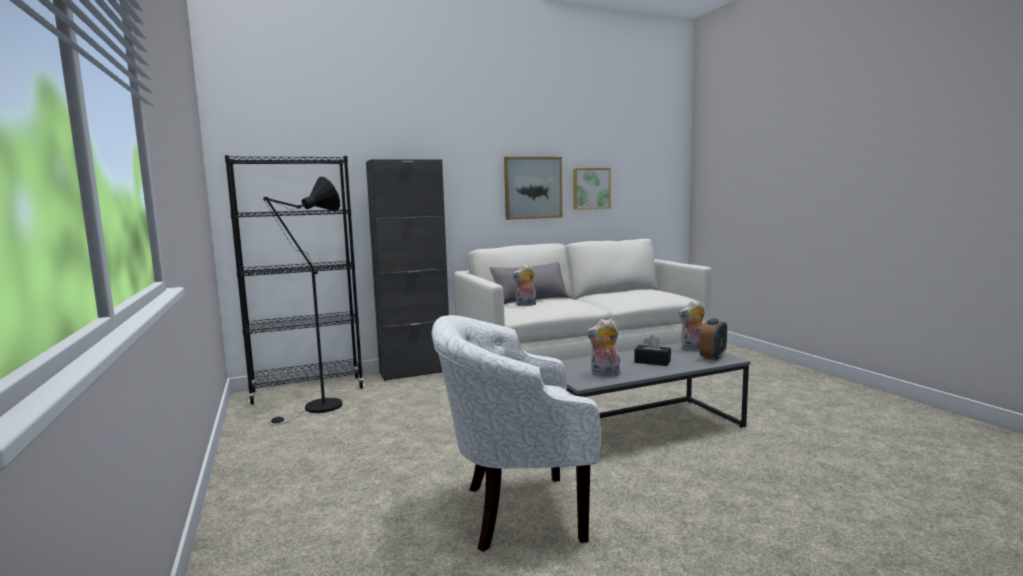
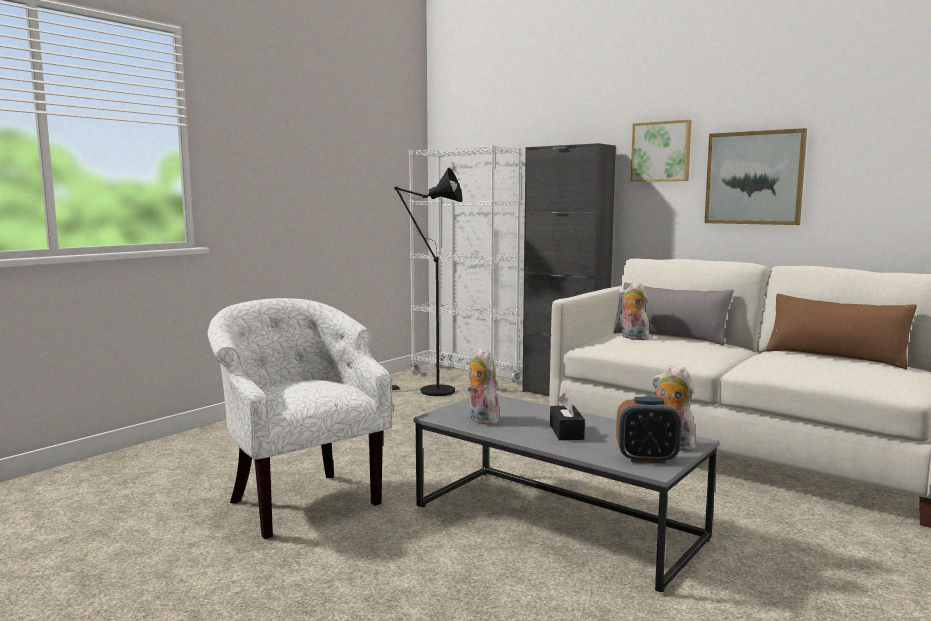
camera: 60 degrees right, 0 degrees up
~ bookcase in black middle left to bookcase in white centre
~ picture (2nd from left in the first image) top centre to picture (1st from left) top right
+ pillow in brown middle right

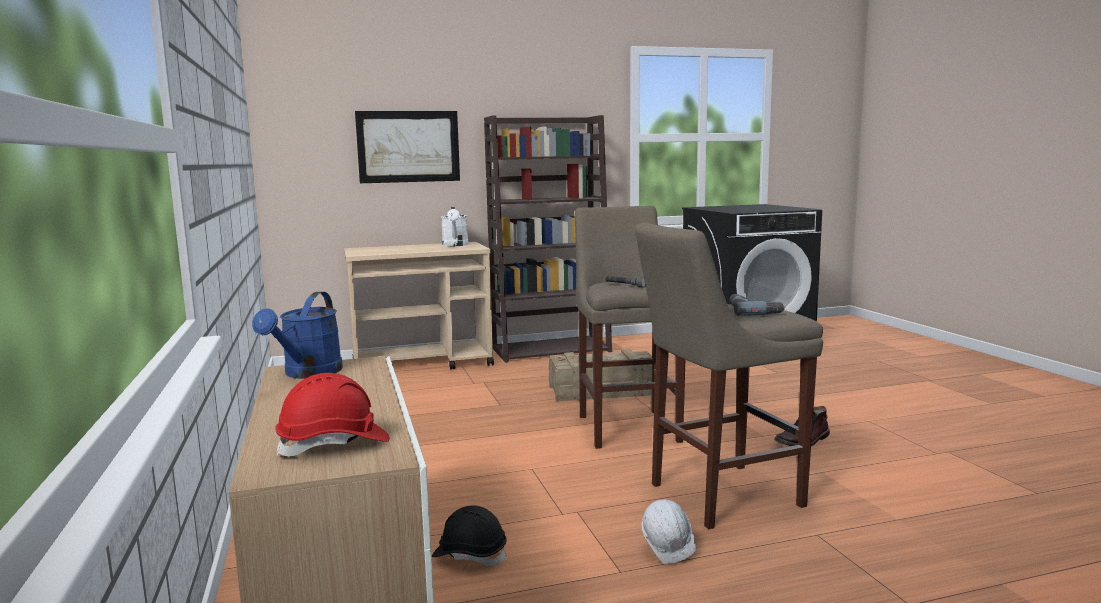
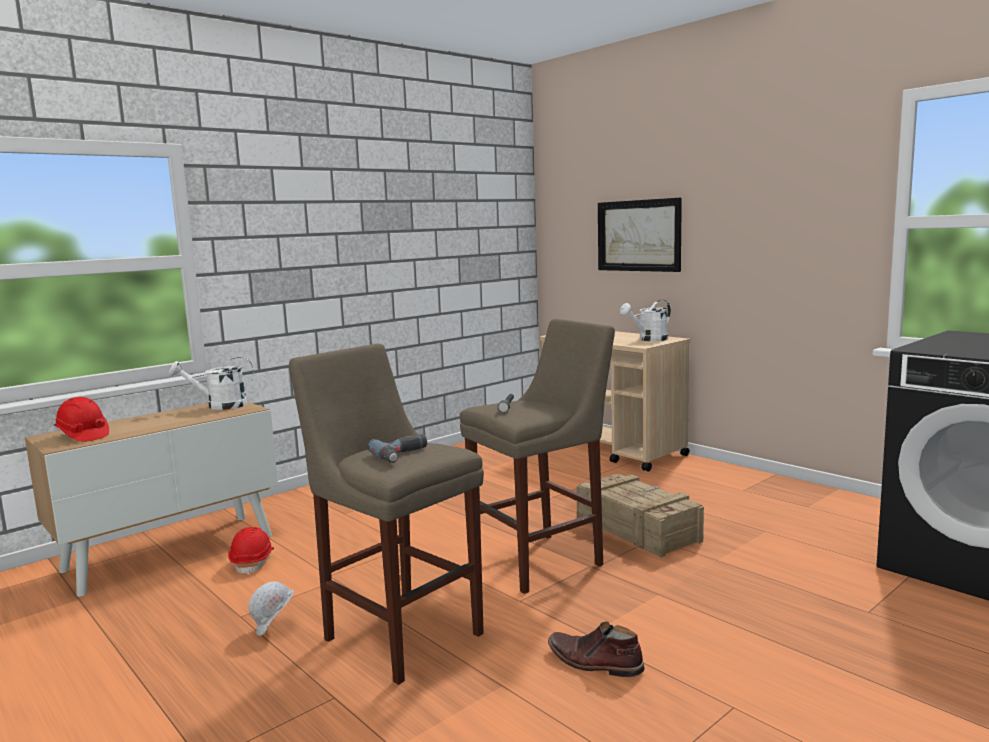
camera: 65 degrees right, 0 degrees up
~ watering can in blue middle left to watering can in white (1st from left) middle left
~ hard hat in black bottom centre to hard hat in red (2nd from left) bottom left
- bookcase in brown centre

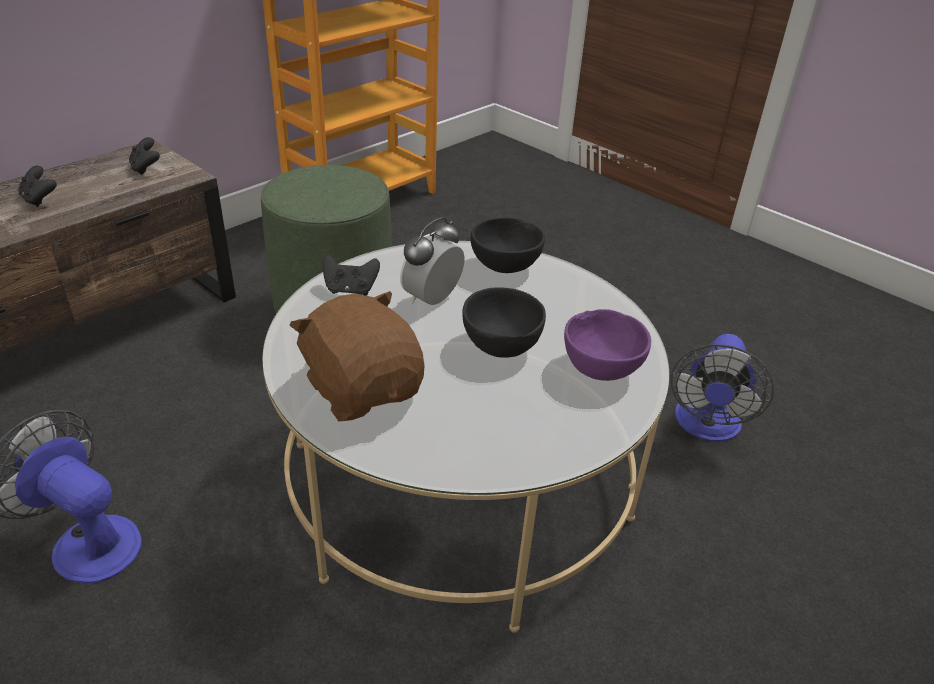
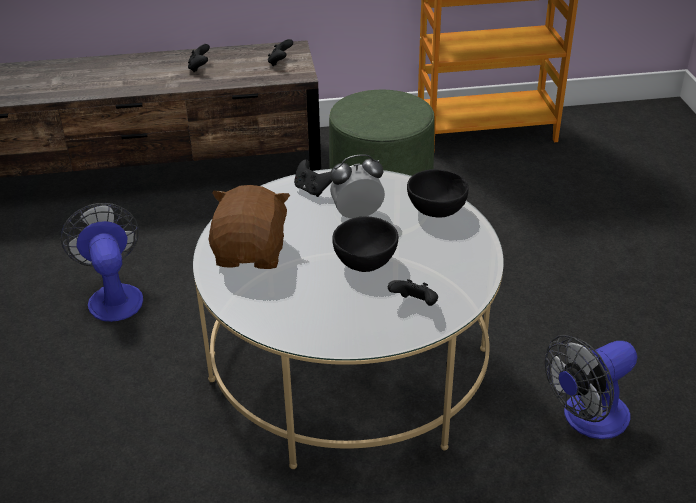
camera: 40 degrees right, 0 degrees up
~ bowl in purple centre to game controller in black (4th from left) centre

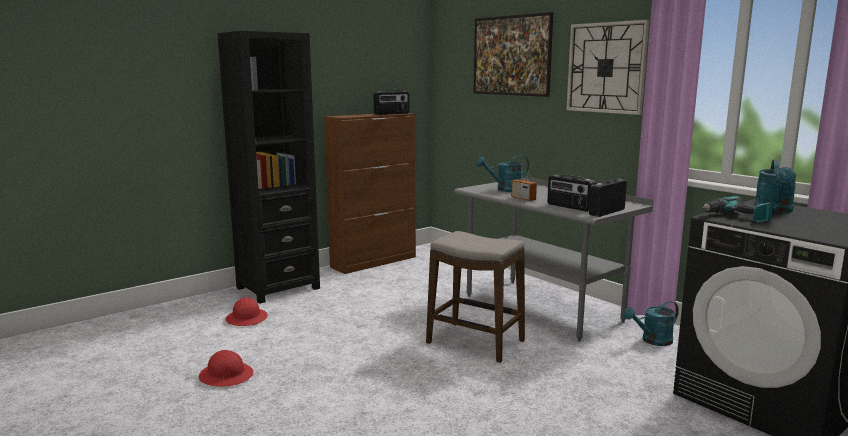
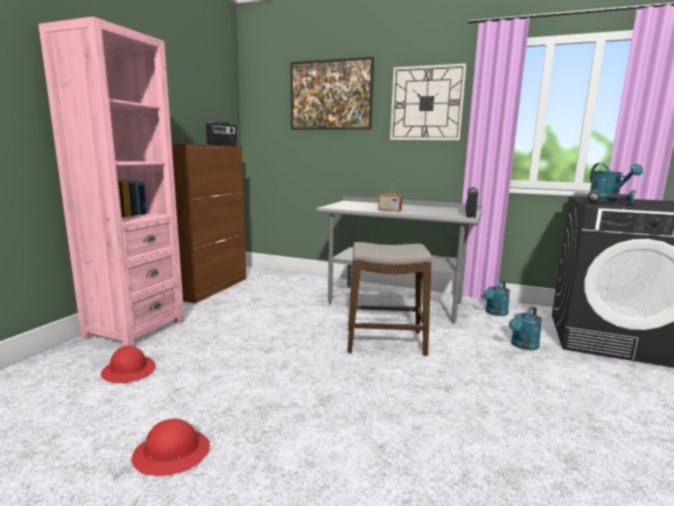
camera: 30 degrees left, 0 degrees up
~ bookcase in black middle left to bookcase in pink middle left
~ watering can in turquoise (1st from left in the first image) centre to watering can in turquoise (2nd from left) middle right
- radio (3rd from left) middle right

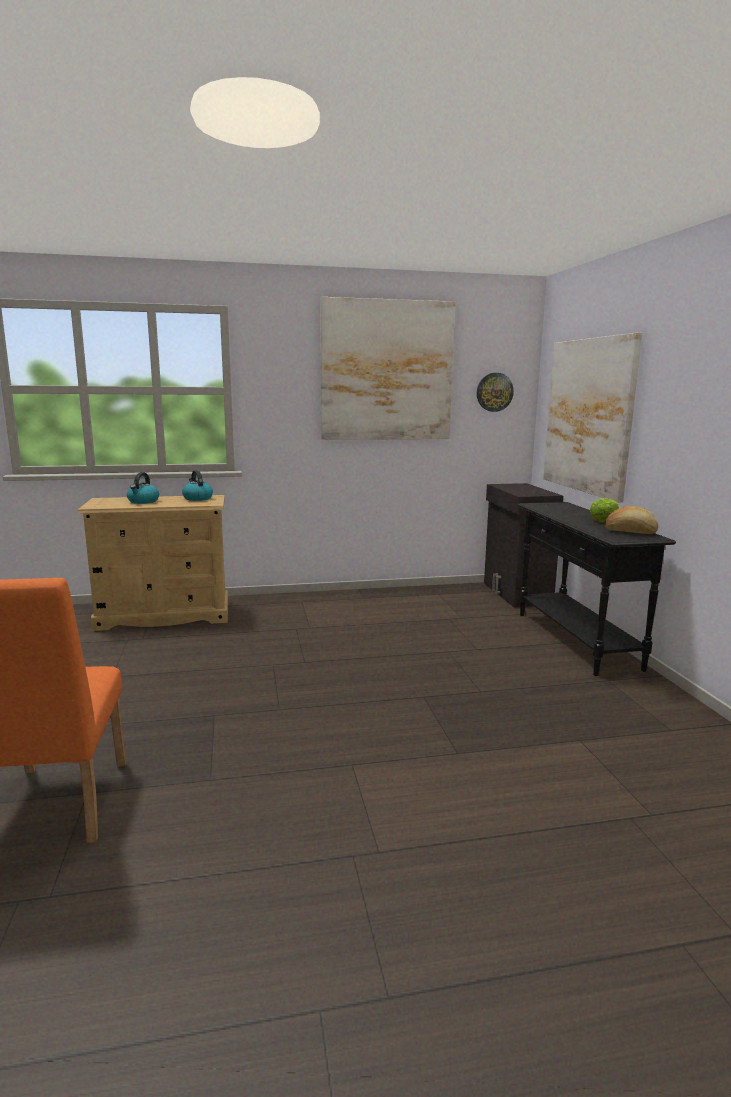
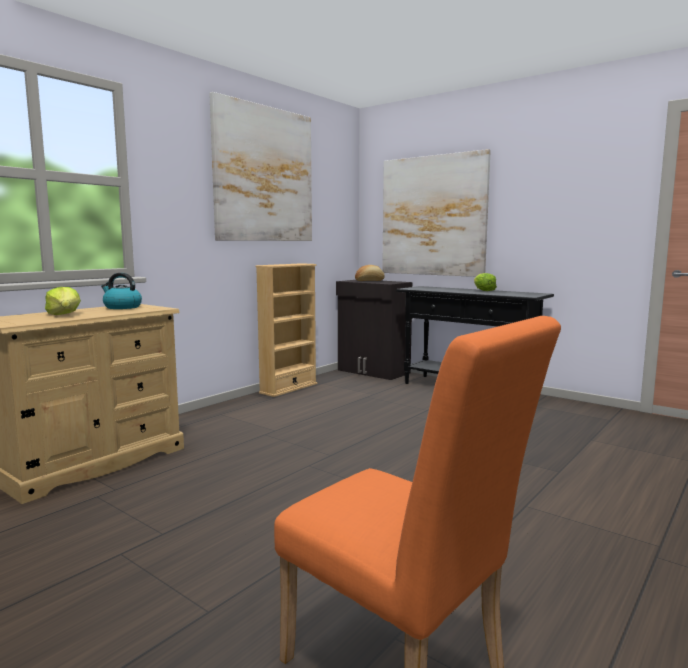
camera: 40 degrees left, 5 degrees down
~ kettle (1st from left) middle left to lettuce (1st from left) middle left
- wall clock middle right
~ bread middle right to centre
+ bookcase in beige centre

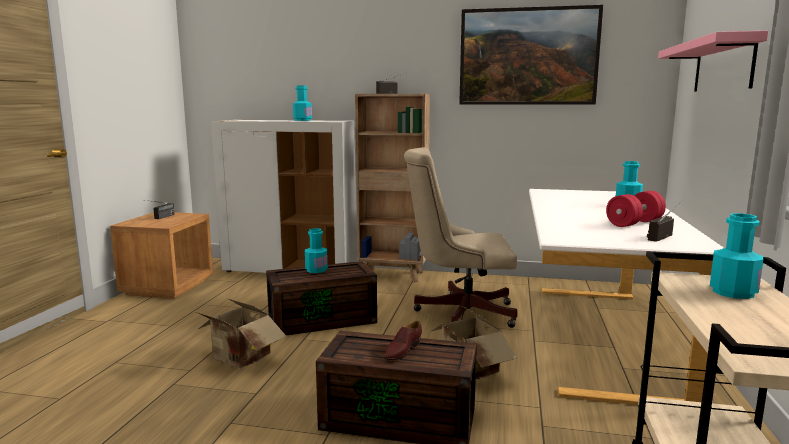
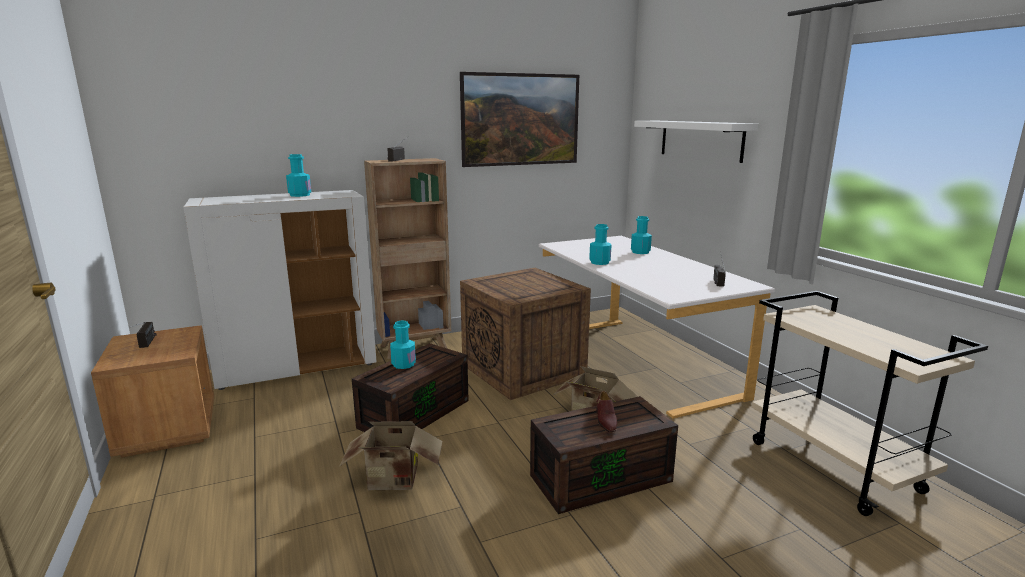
camera: 35 degrees left, 5 degrees up
~ office chair in beige centre to crate centre
- dumbbell in red middle right
~ shelf in pink top right to shelf in white top right
~ bottle in turquoise (4th from left in the first image) middle right to bottle in turquoise (3rd from left) centre

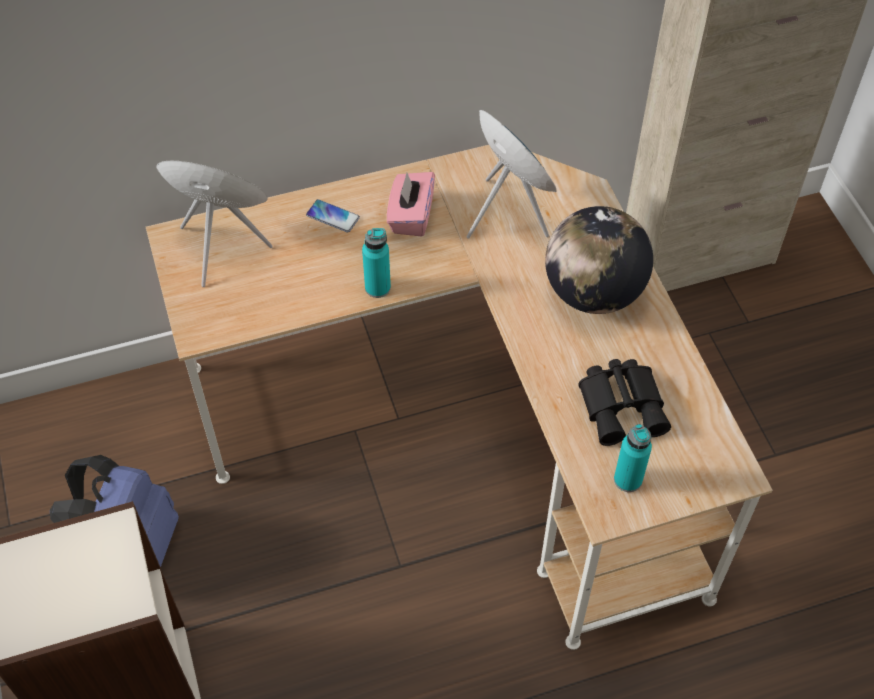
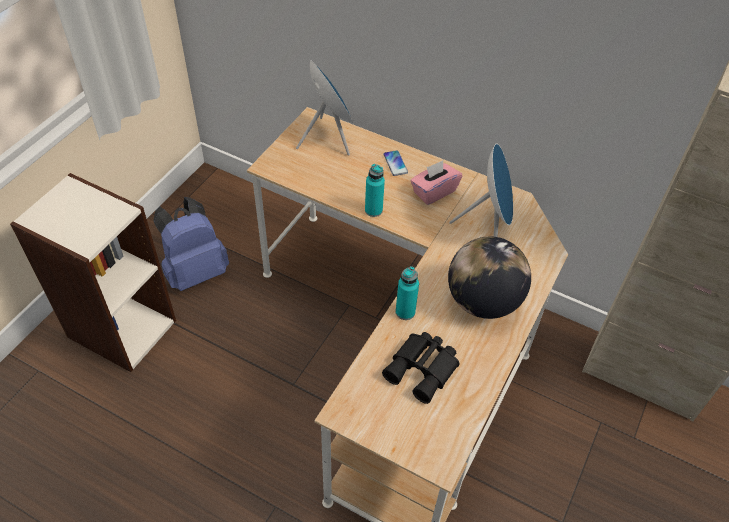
camera: 45 degrees right, 5 degrees down
~ bottle in turquoise (2nd from left) middle right to centre

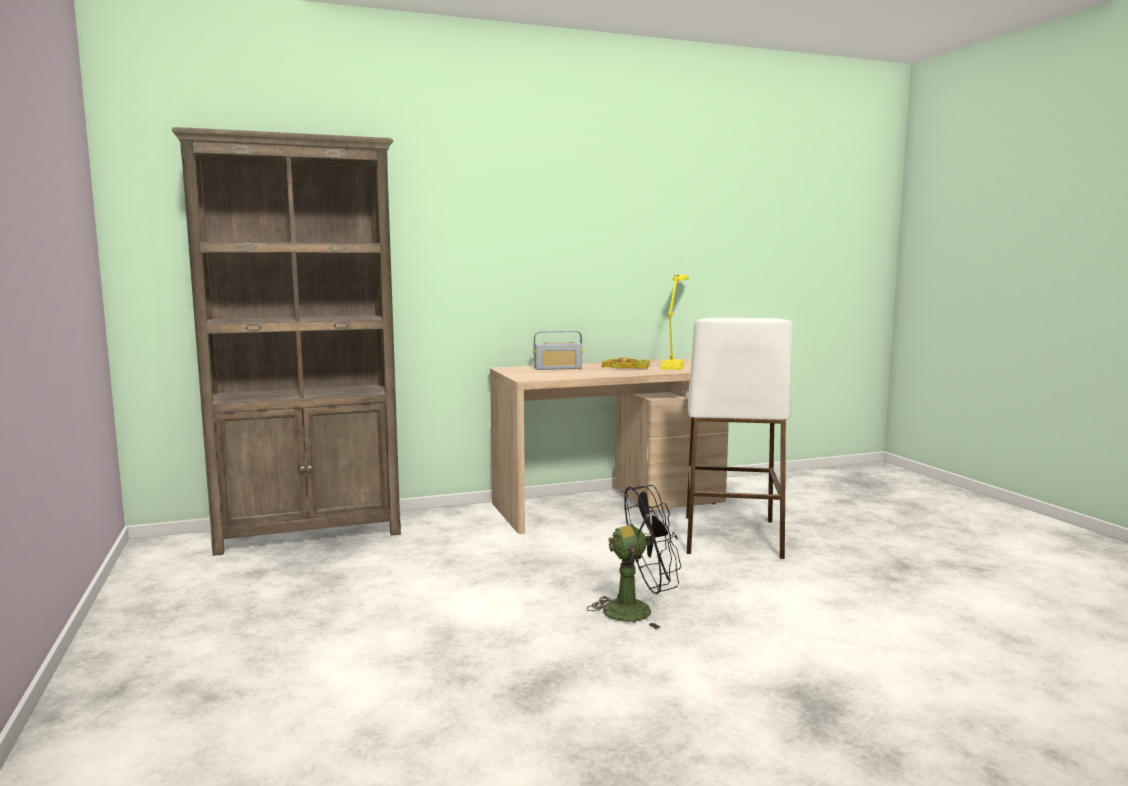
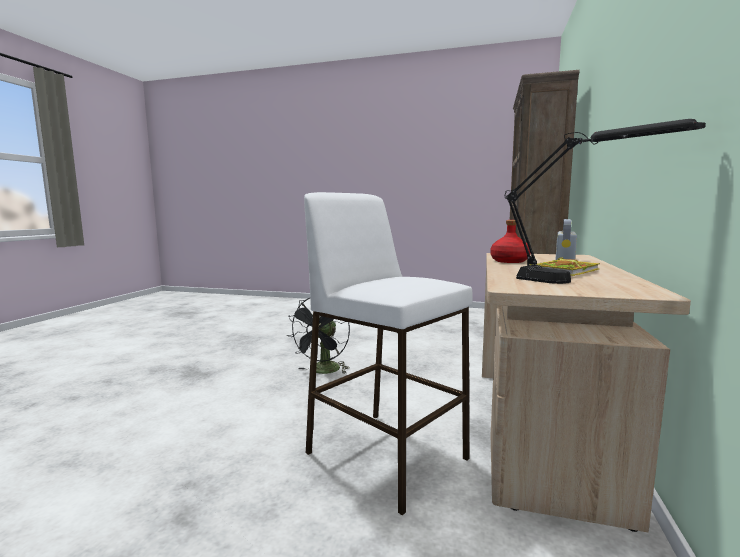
camera: 125 degrees right, 0 degrees up
~ table lamp in yellow centre to table lamp in black middle right
+ bottle in red middle right

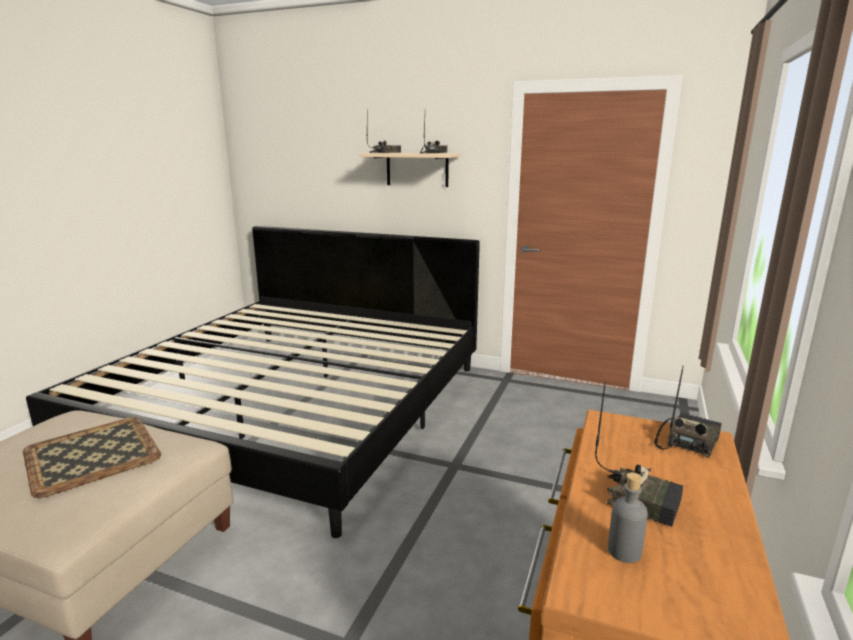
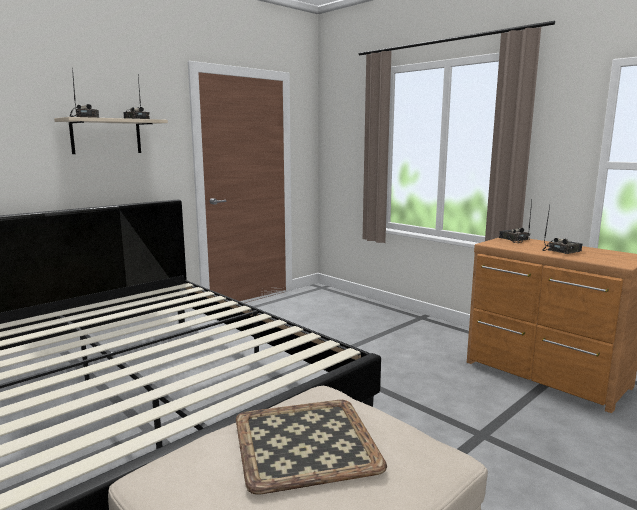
camera: 65 degrees left, 5 degrees down
- bottle in grey bottom right

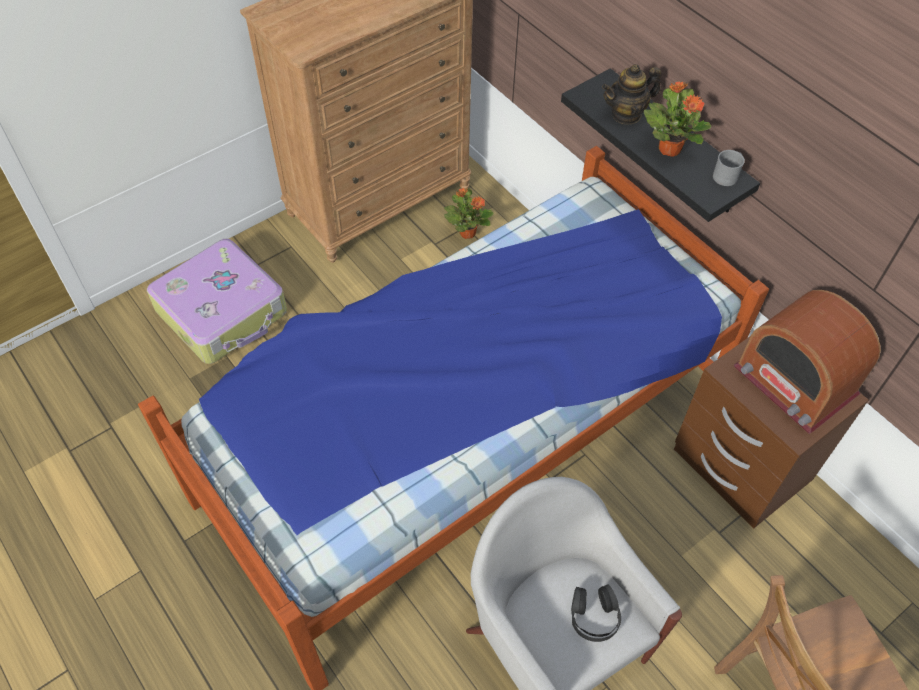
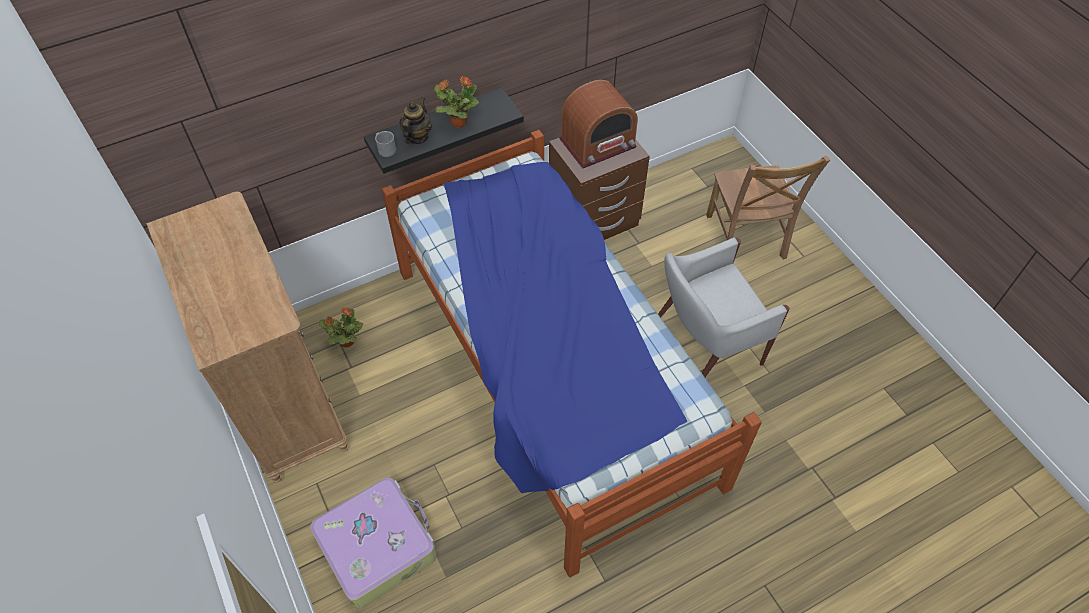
camera: 80 degrees left, 0 degrees up
- headphones in black bottom centre
~ teapot top right = top centre 150 degrees counterclockwise
~ mug in grey top right to top centre

